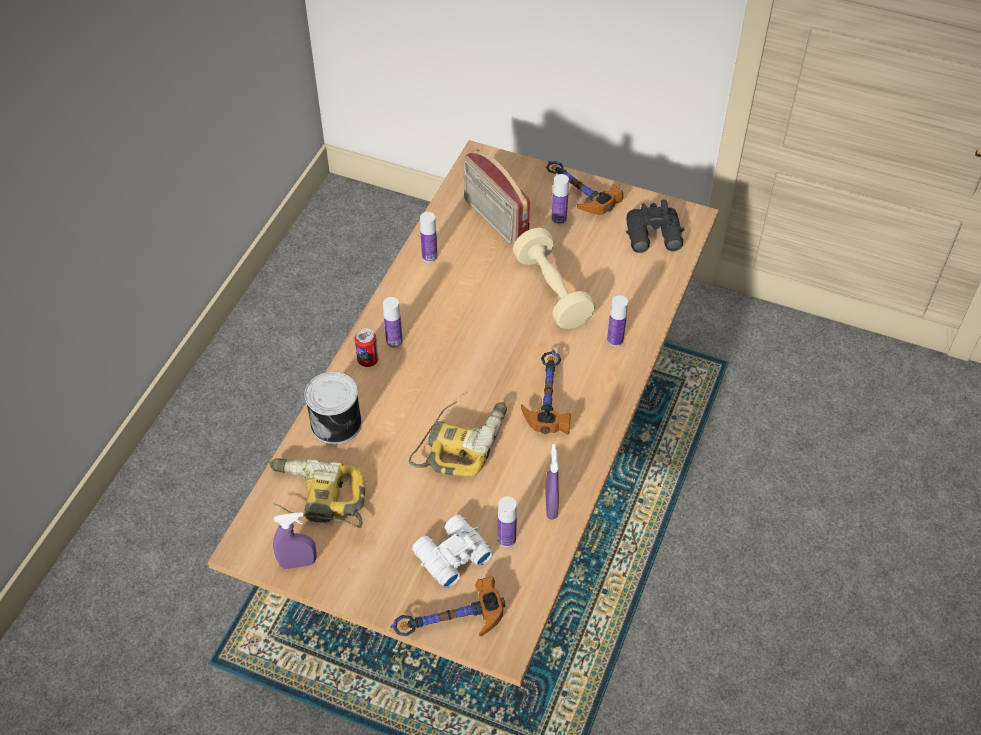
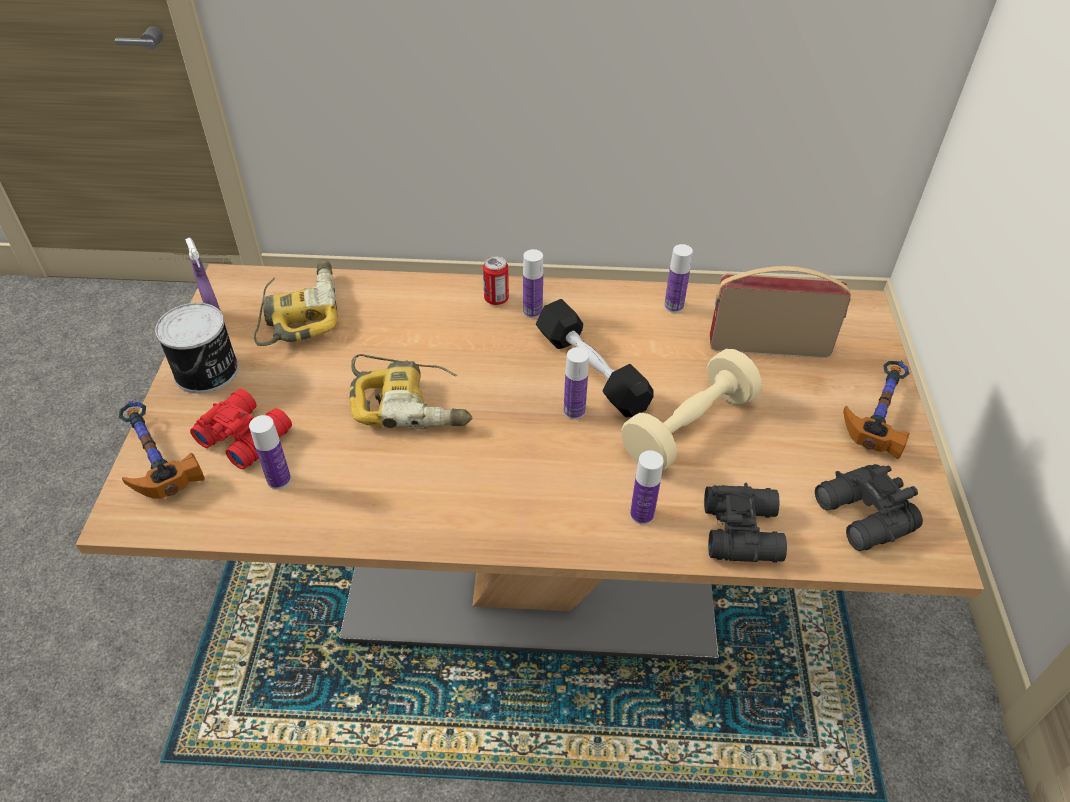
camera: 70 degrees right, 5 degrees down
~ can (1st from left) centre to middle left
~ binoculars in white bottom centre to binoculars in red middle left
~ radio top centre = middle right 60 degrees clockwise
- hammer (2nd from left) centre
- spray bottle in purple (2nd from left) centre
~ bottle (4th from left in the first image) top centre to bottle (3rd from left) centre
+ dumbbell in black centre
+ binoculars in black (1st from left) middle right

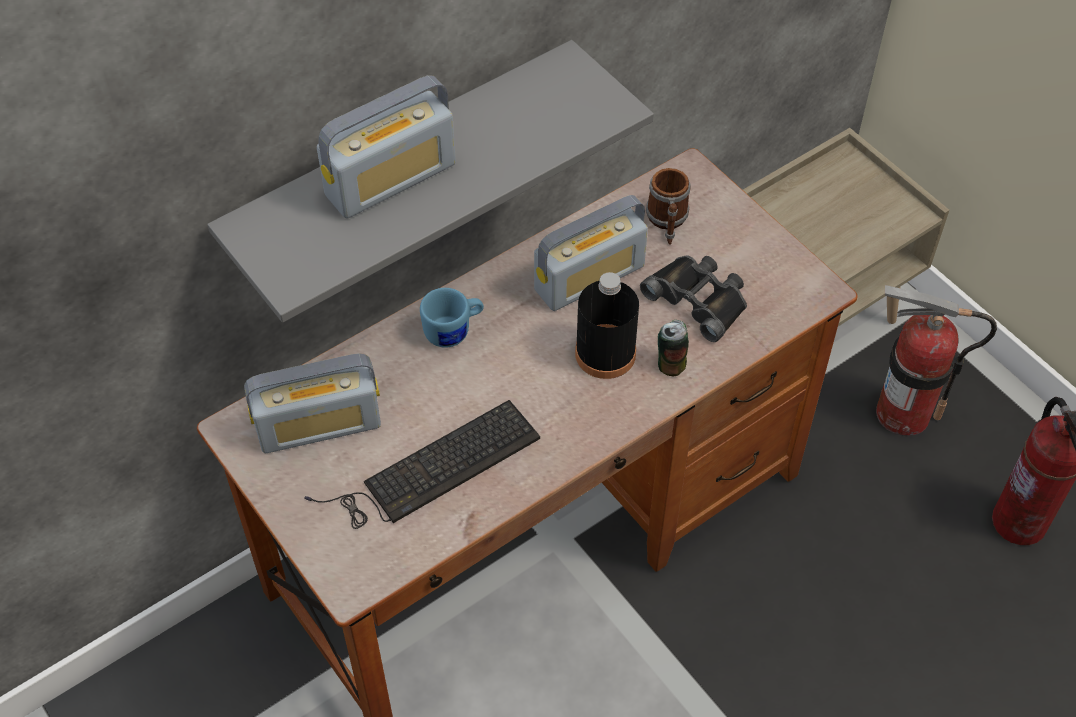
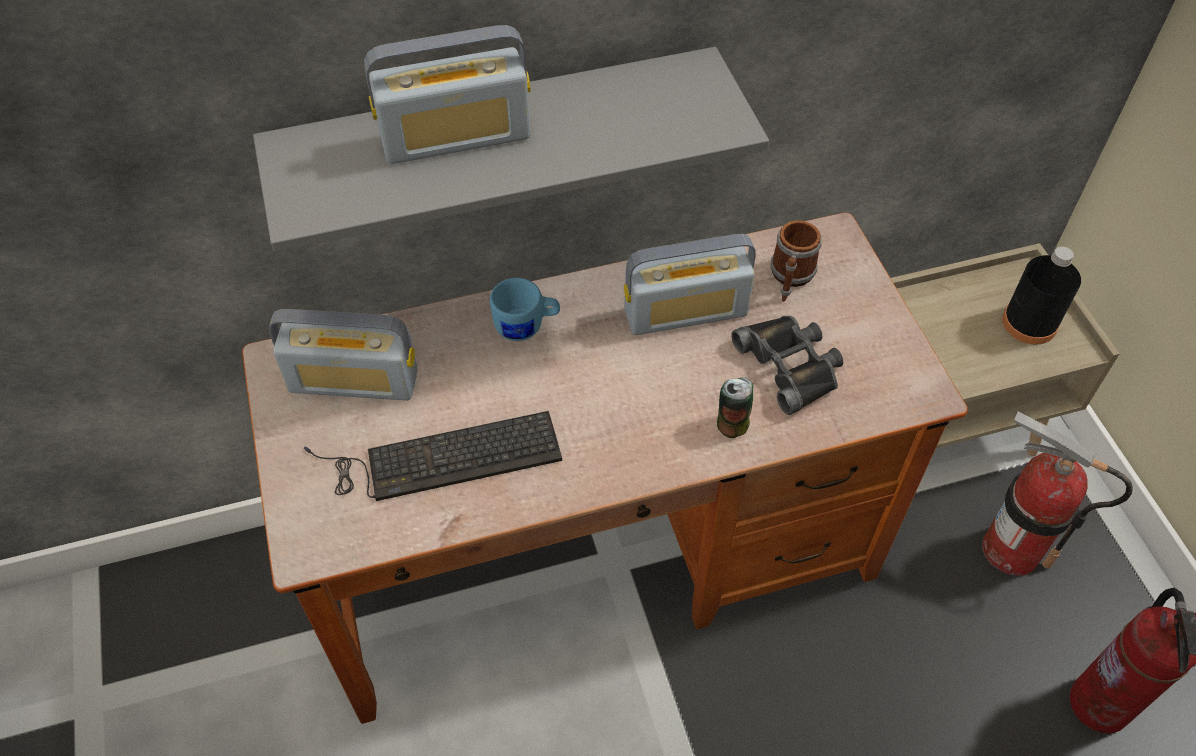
camera: 20 degrees right, 0 degrees up
~ bottle in black centre to middle right

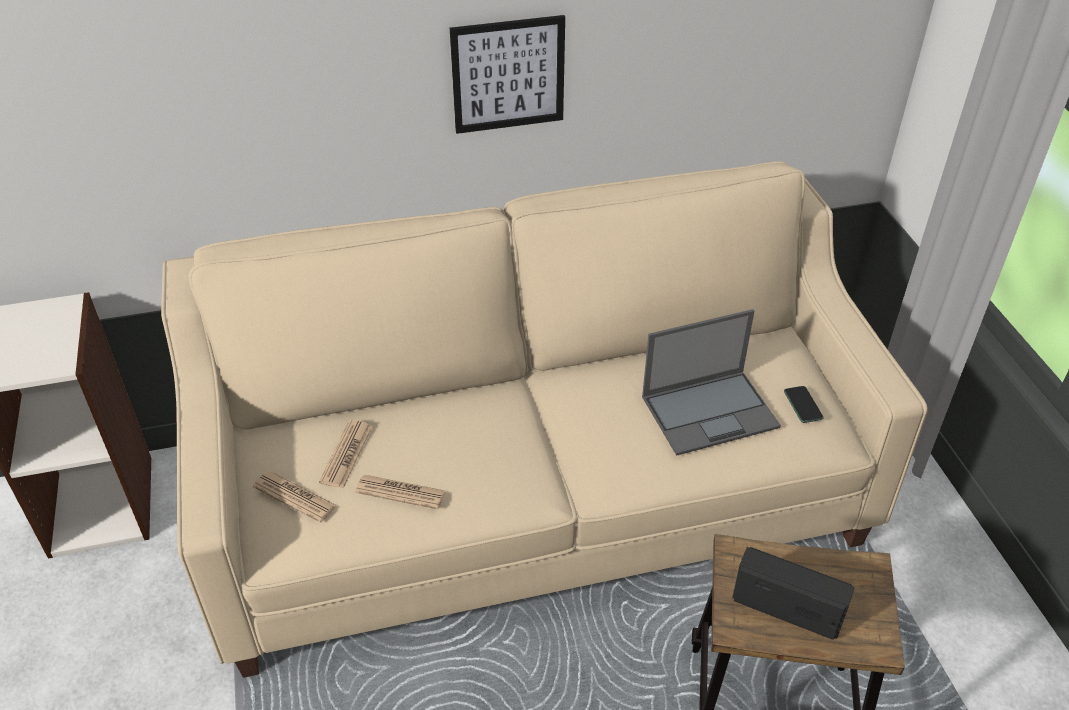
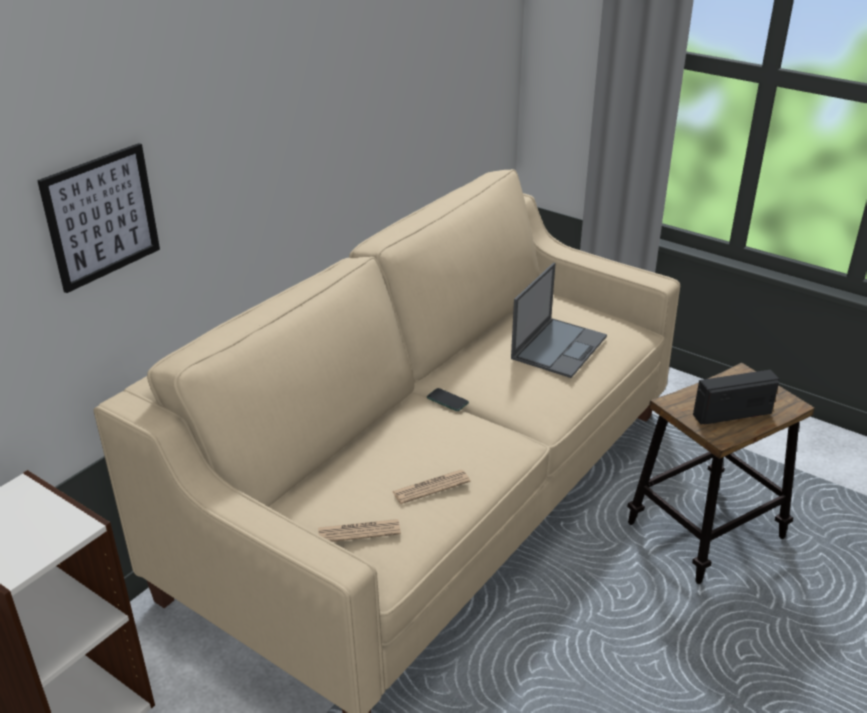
camera: 40 degrees left, 10 degrees down
- newspaper (2nd from left) middle left
~ picture top centre to top left
~ phone middle right to centre

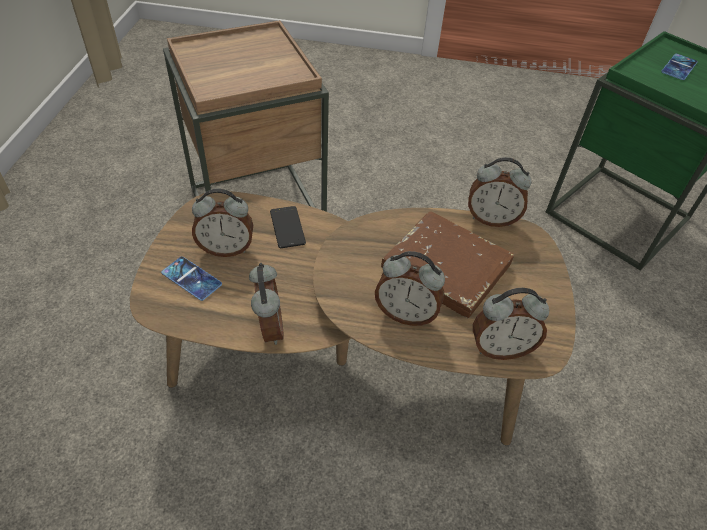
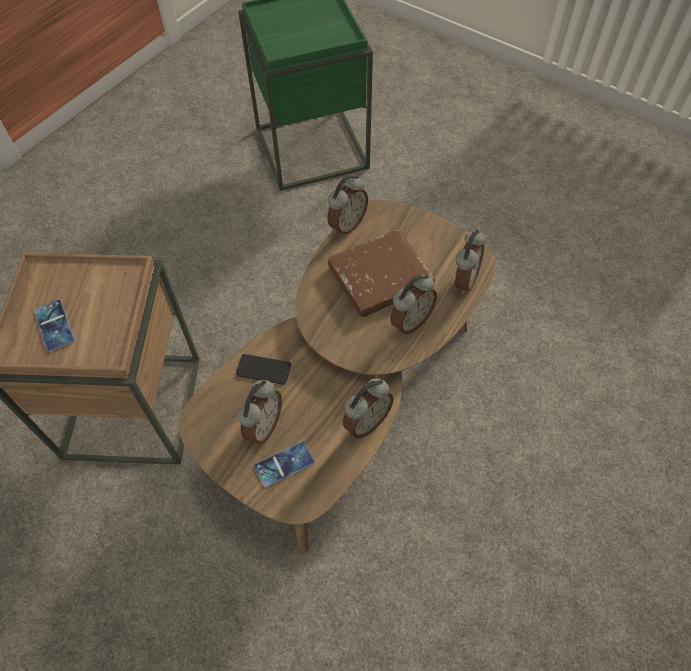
camera: 60 degrees left, 10 degrees up
~ alarm clock (2nd from left in the first image) centre = centre 120 degrees clockwise
~ phone (3rd from left in the first image) top right to phone (1st from left) middle left

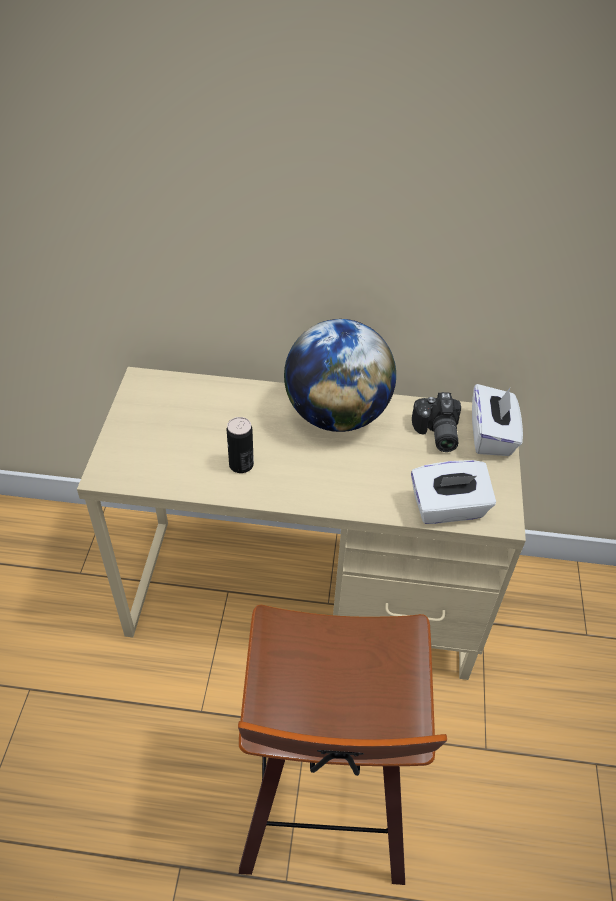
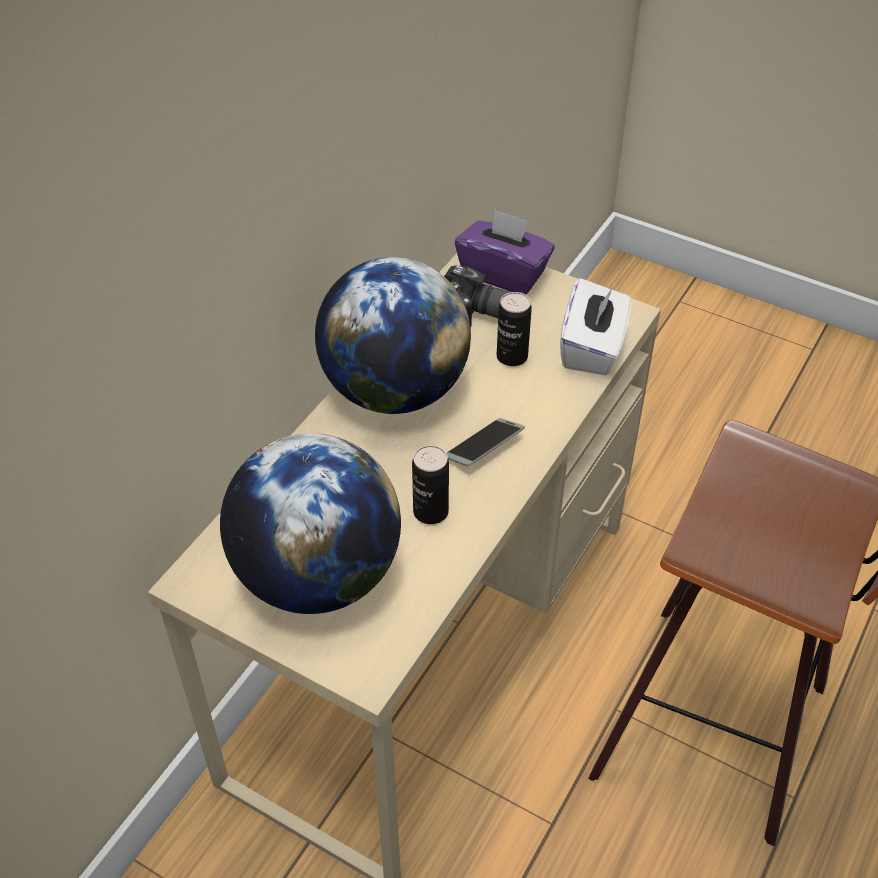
camera: 65 degrees left, 0 degrees up
~ tissue box in white (2nd from left) middle right to tissue box in purple top centre
+ globe (1st from left) centre
+ phone centre
+ can (2nd from left) centre

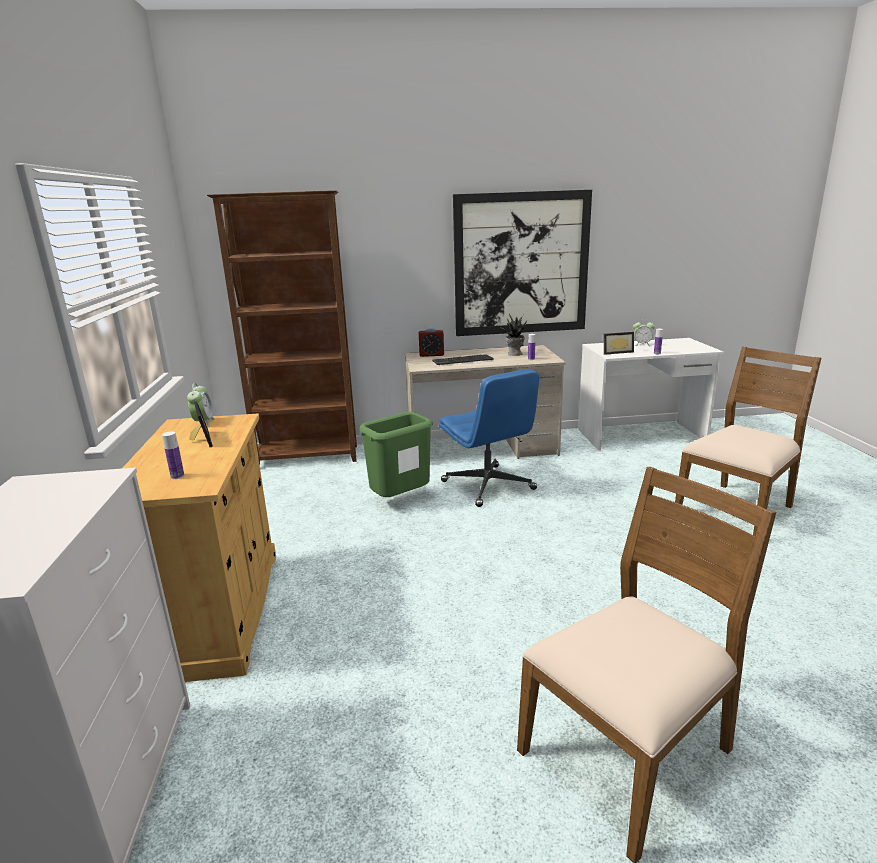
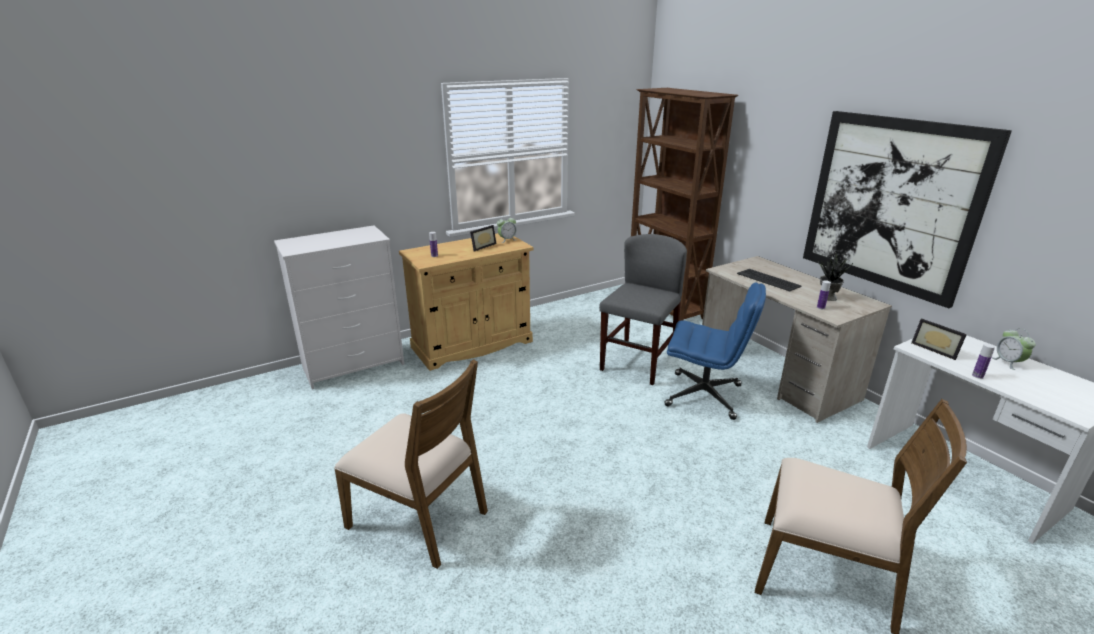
camera: 65 degrees right, 5 degrees up
~ trash can in green centre to chair in grey centre
- alarm clock (2nd from left) centre
~ office chair in blue centre = centre 105 degrees counterclockwise

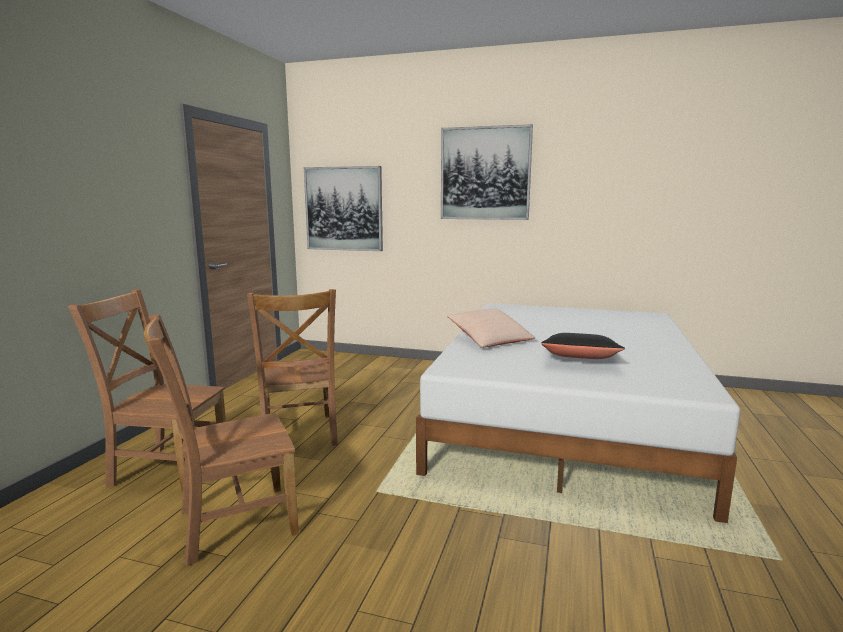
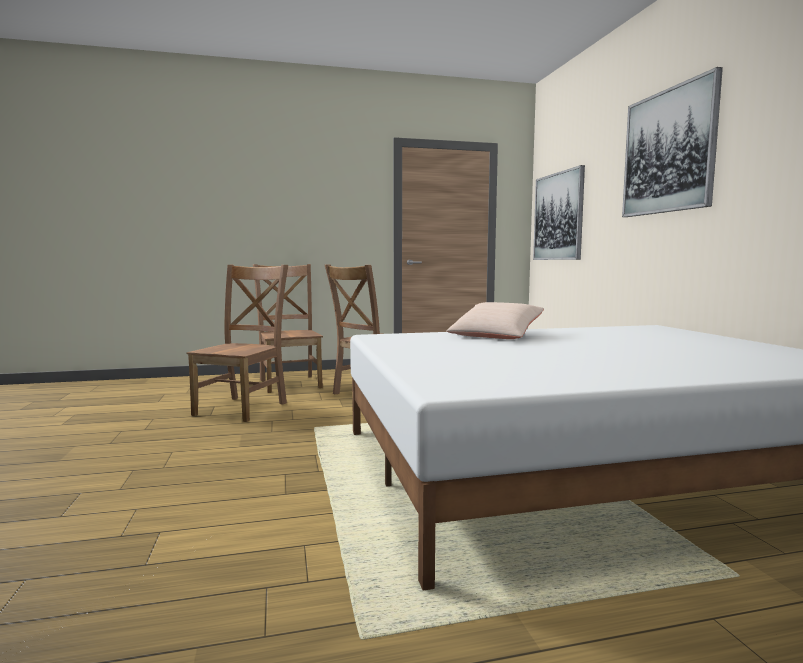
camera: 60 degrees right, 5 degrees down
~ chair in brown (2nd from left in the first image) bottom left = middle left 75 degrees clockwise
- pillow in black middle right

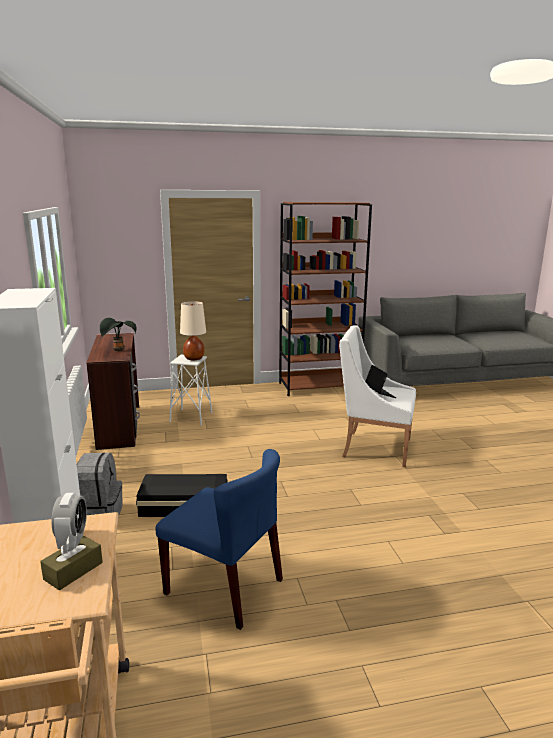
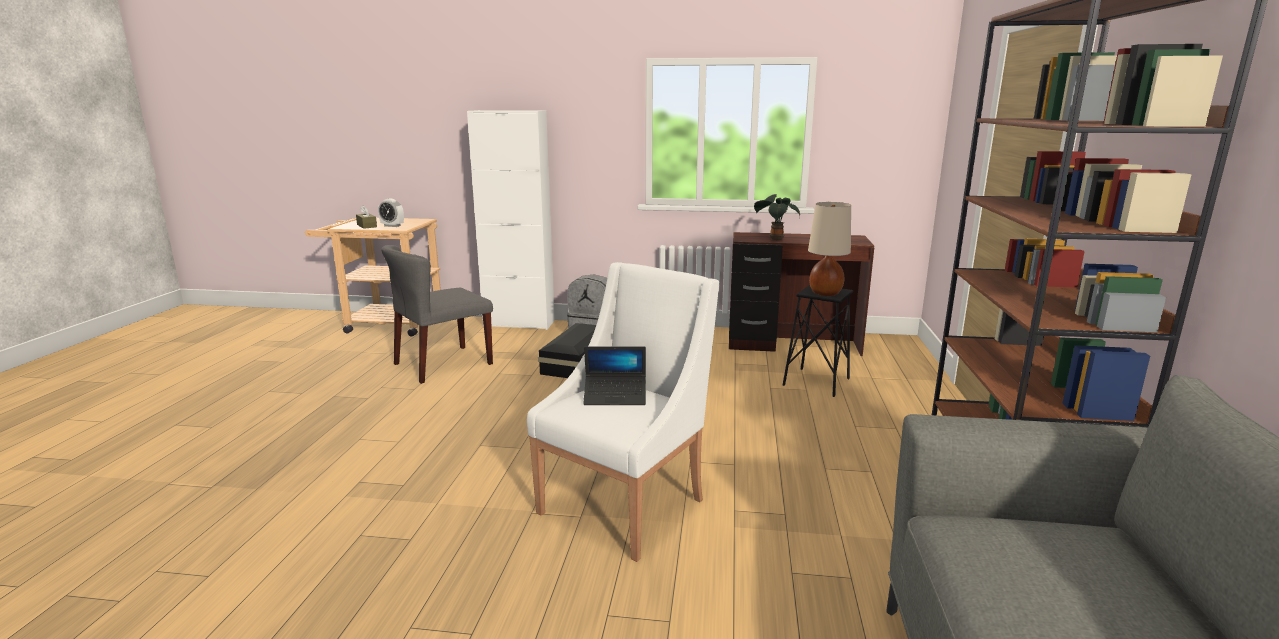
camera: 110 degrees right, 0 degrees up
~ chair in blue bottom centre to chair in grey centre
~ stool in white centre to stool in black centre

